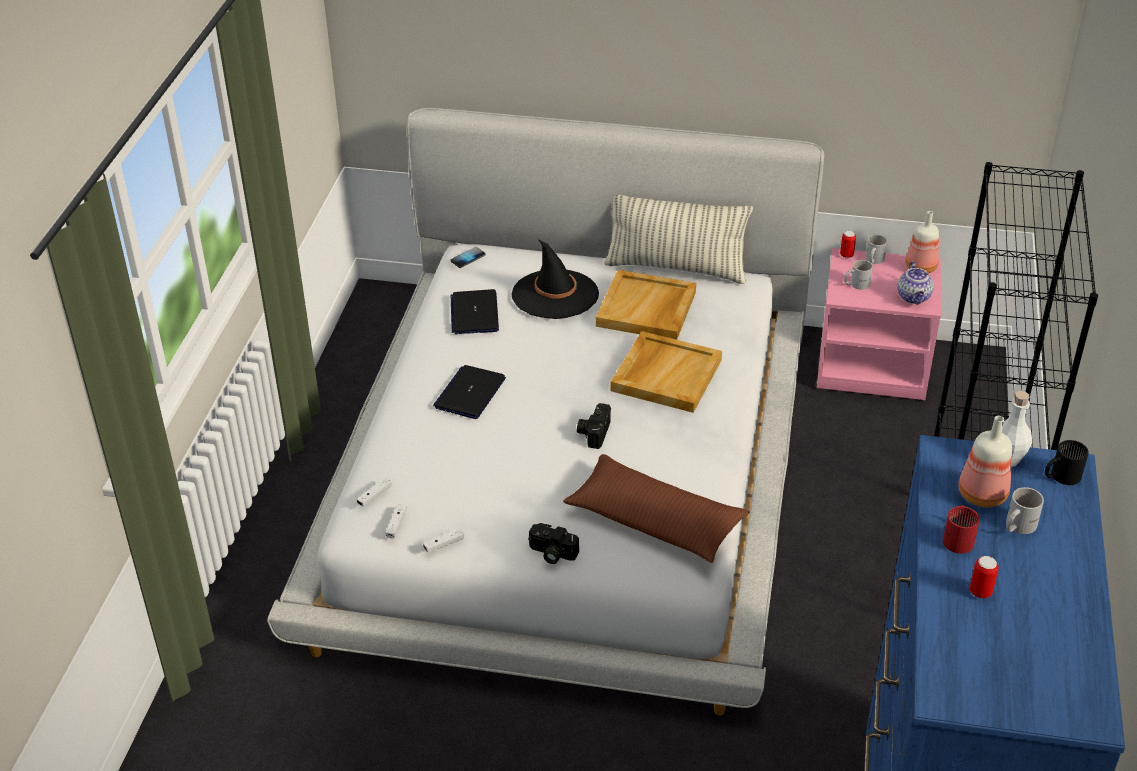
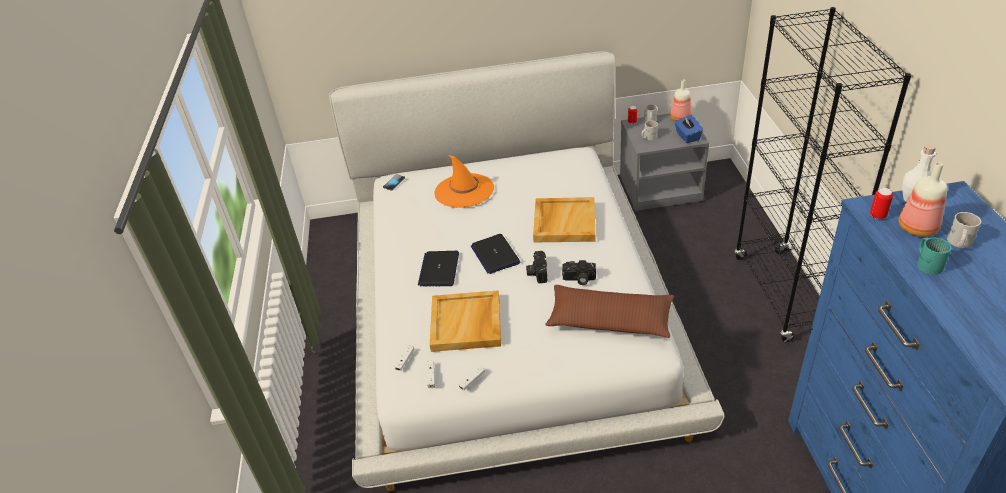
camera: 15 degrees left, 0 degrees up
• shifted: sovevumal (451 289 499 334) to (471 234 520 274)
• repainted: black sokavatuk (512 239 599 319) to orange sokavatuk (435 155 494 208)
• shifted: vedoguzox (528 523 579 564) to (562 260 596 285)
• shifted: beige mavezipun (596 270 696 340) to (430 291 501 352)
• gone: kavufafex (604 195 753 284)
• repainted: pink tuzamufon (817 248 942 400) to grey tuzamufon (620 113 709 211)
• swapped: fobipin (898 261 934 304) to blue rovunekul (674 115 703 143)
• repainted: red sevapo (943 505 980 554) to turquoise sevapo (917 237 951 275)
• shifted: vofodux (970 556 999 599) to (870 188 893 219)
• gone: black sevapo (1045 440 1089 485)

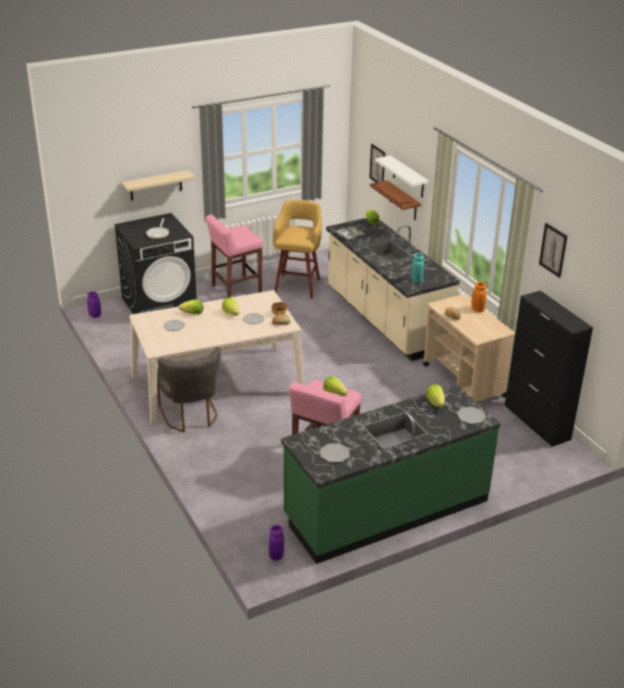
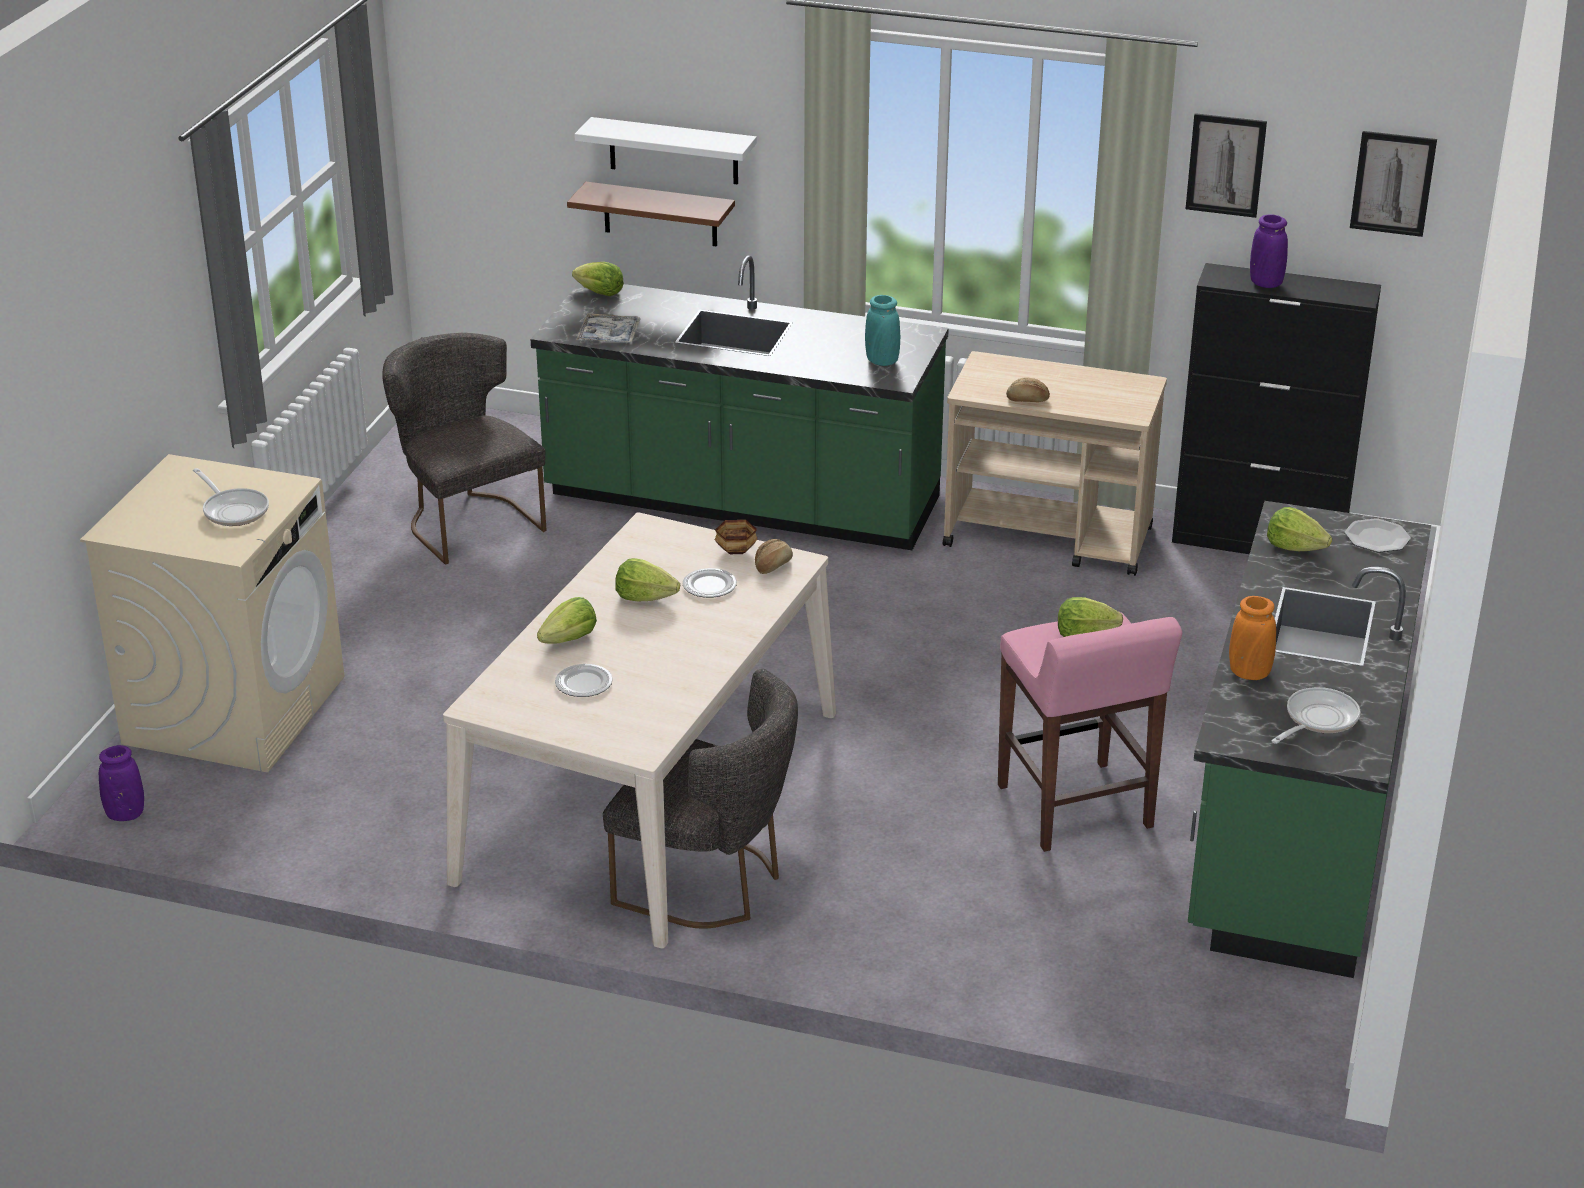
camera: 45 degrees left, 0 degrees up
• repainted: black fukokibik (114 213 197 314) to beige fukokibik (80 454 344 772)
• gone: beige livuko (122 170 195 200)
• gone: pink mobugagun (205 214 263 298)
• shifted: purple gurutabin (269 525 284 560) to (1250 214 1288 288)
• swapped: yellow mobugagun (273 200 322 299) to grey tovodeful (382 333 547 565)
• swapped: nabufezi (320 444 350 462) to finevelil (1271 687 1360 744)
• repainted: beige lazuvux (326 218 460 361) to green lazuvux (531 255 949 550)
• shifted: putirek (369 144 385 182) to (1350 131 1437 237)
• shifted: orange gurutabin (471 282 486 312) to (1229 596 1276 680)

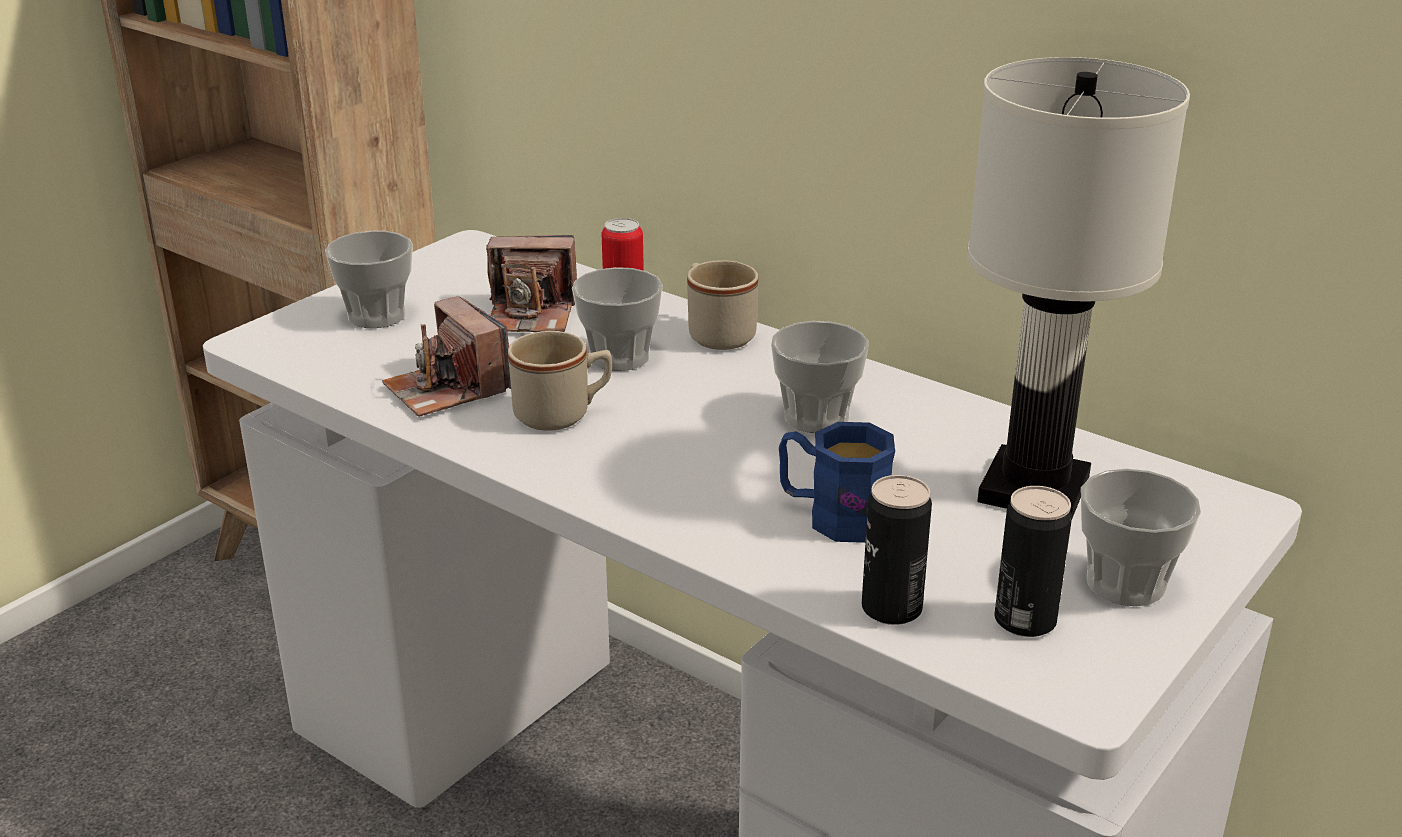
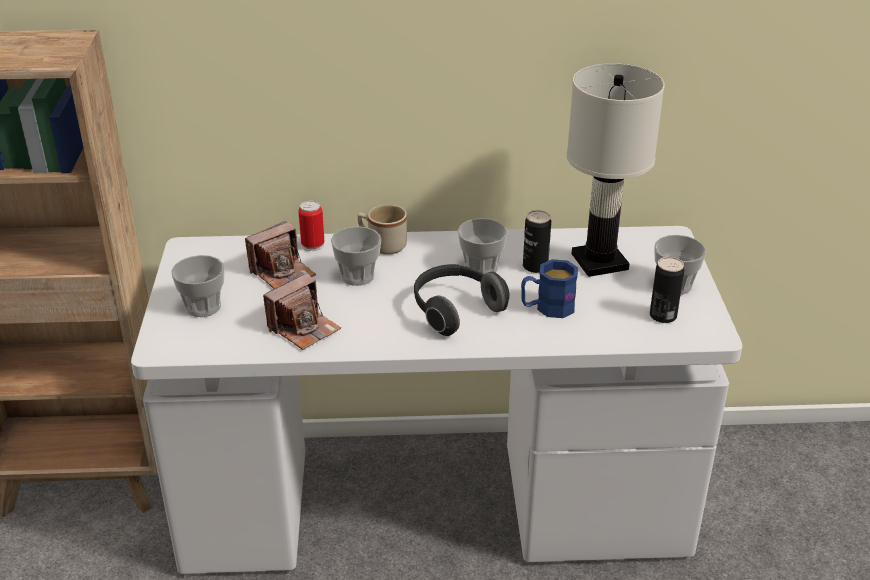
camera: 40 degrees left, 5 degrees up
• rotated: vedoguzox (382 296 511 417) = (263 272 341 350) 60 degrees counterclockwise
• gone: beige sevapo (508 331 612 431)
• shifted: vofodux (862 475 932 625) to (523 210 551 273)
• new: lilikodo (414 264 510 336)

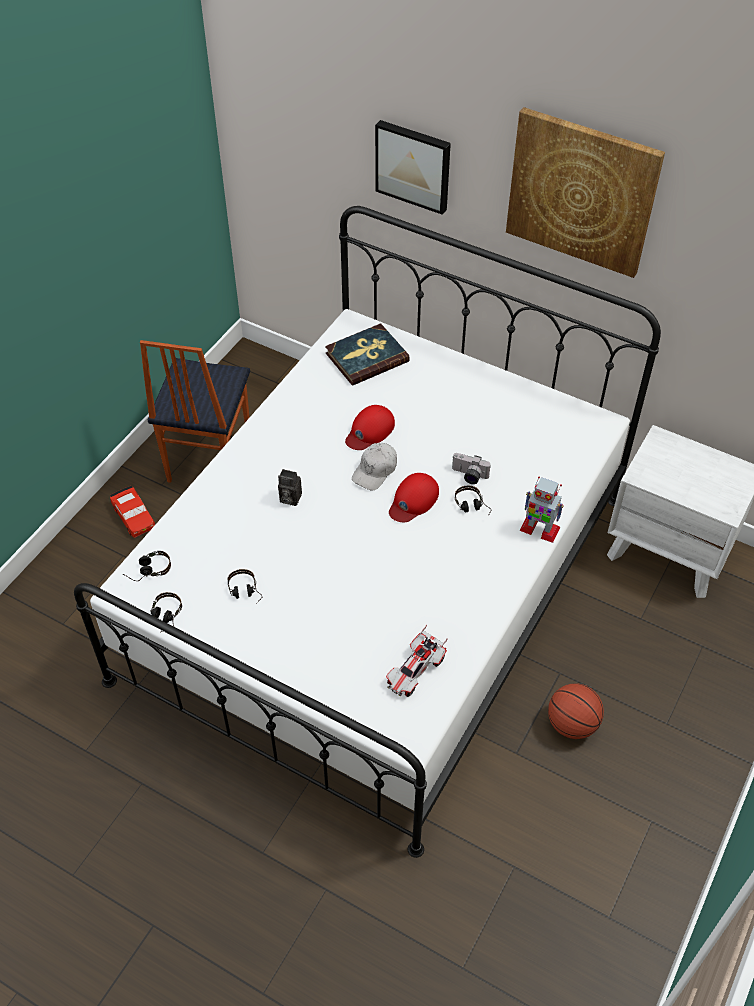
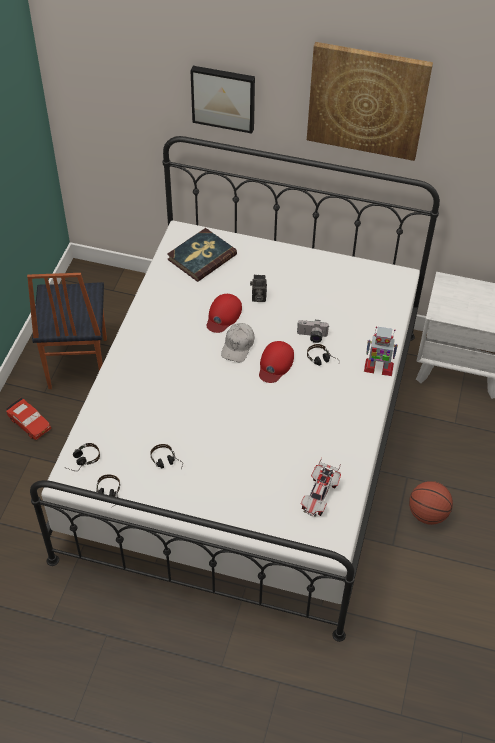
camera: 15 degrees left, 0 degrees up
• shifted: vedoguzox (278 469 302 506) to (250 275 267 302)

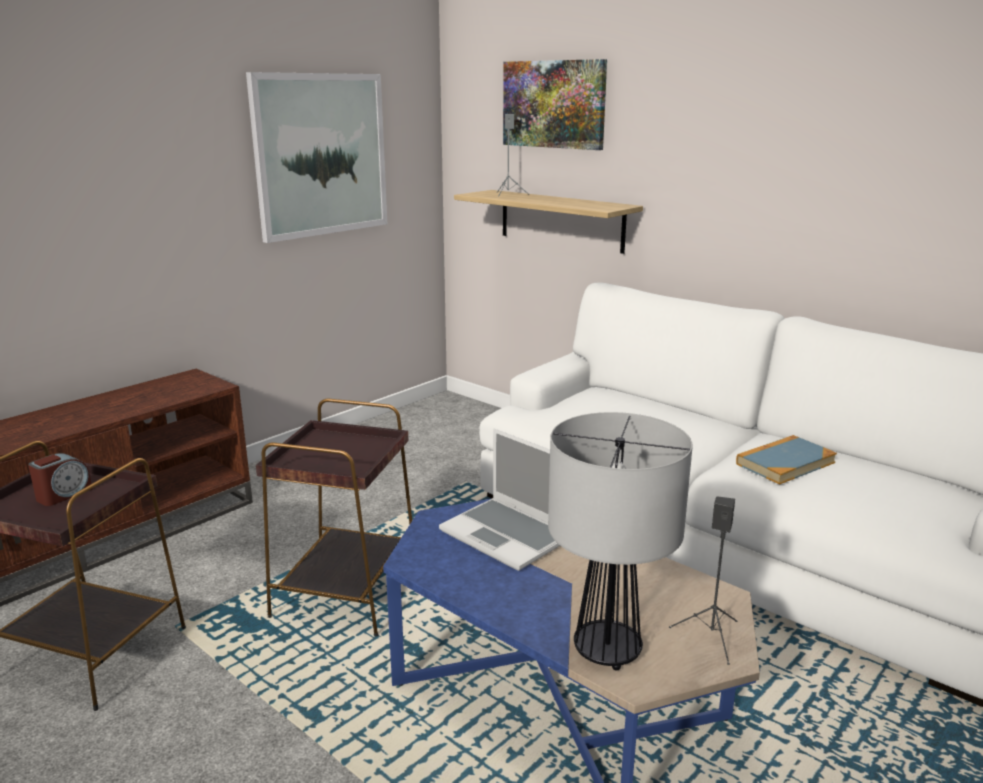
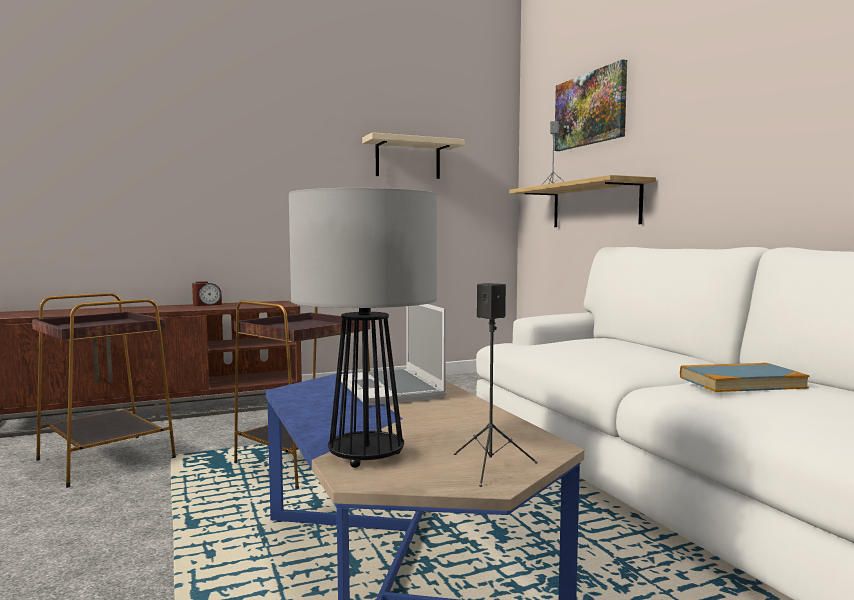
camera: 25 degrees right, 15 degrees down
• shifted: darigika (28 453 92 506) to (192 281 222 306)
• swapped: putirek (246 72 387 243) to beige livuko (362 132 465 179)

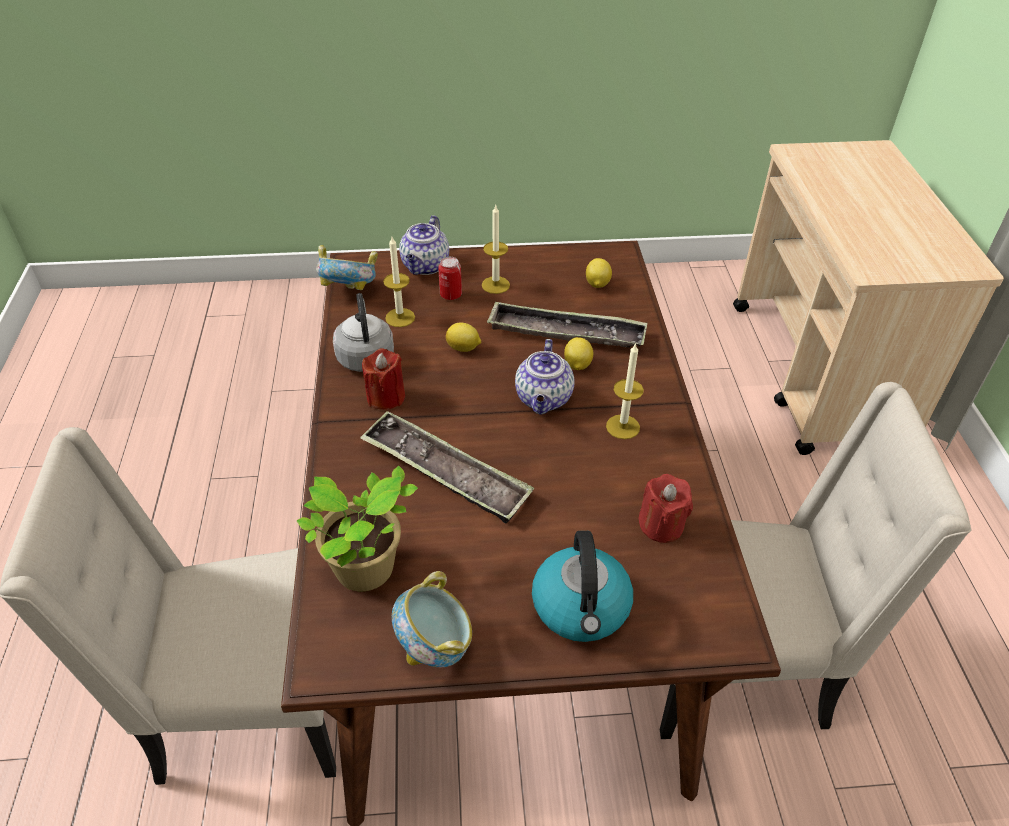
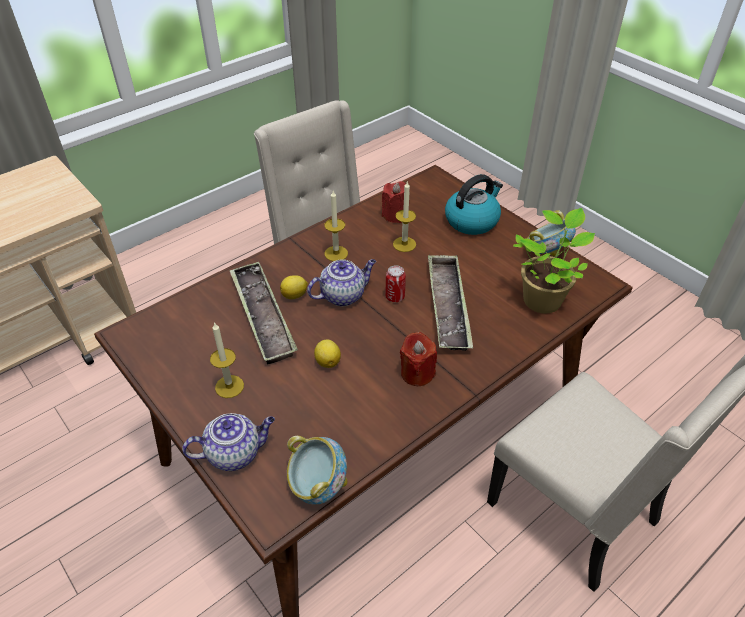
camera: 125 degrees left, 0 degrees up
• gone: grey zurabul (333 293 394 372)
• shifted: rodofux (383 237 415 327) to (393 182 416 252)
• shifted: vofodux (439 257 462 300) to (385 265 406 302)
• gone: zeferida (586 258 612 288)

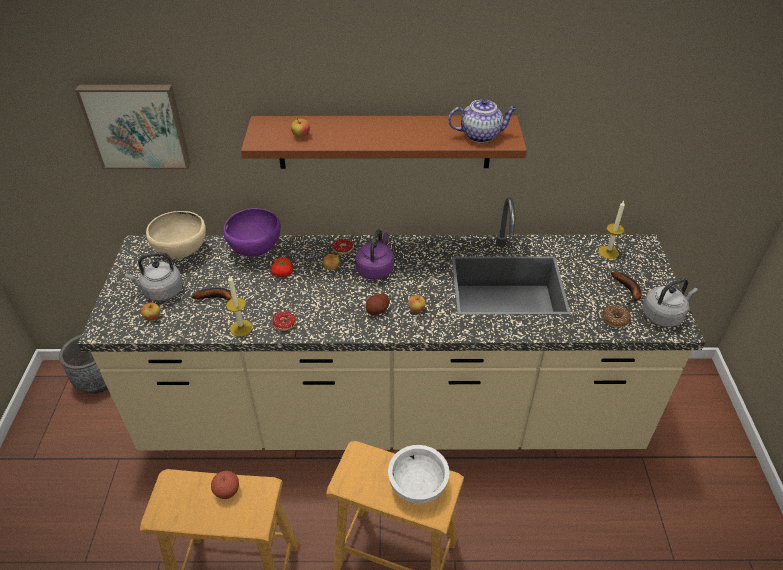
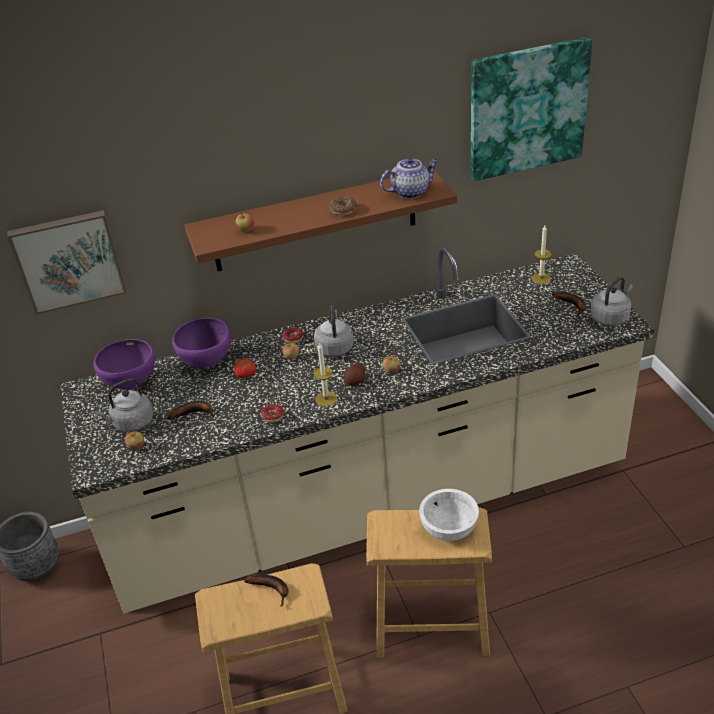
camera: 15 degrees left, 5 degrees down
• repainted: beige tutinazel (146 211 206 259) to purple tutinazel (94 339 155 390)
• swapped: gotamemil (211 471 239 499) to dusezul (244 574 289 607)
• shifted: rodofux (226 275 253 337) to (314 342 337 406)
• repainted: purple zurabul (355 229 394 280) to grey zurabul (314 305 354 357)
• shifted: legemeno (602 305 631 327) to (329 196 357 216)
• new: putirek (471 37 593 181)

